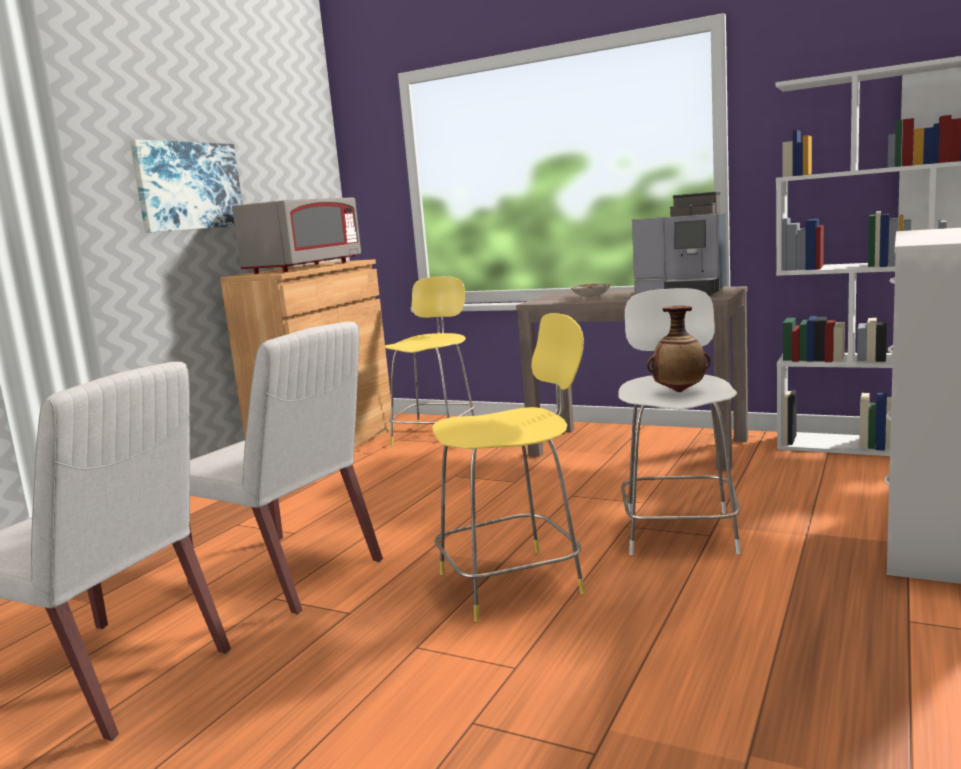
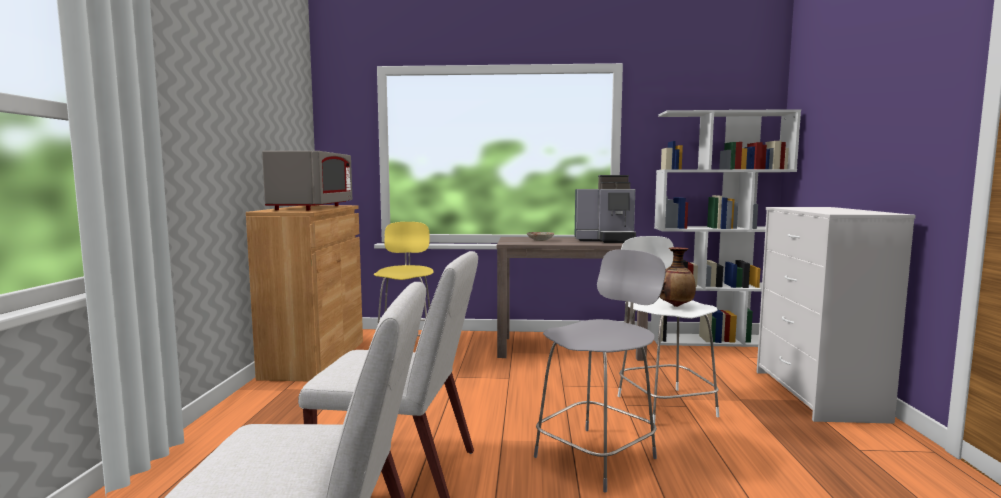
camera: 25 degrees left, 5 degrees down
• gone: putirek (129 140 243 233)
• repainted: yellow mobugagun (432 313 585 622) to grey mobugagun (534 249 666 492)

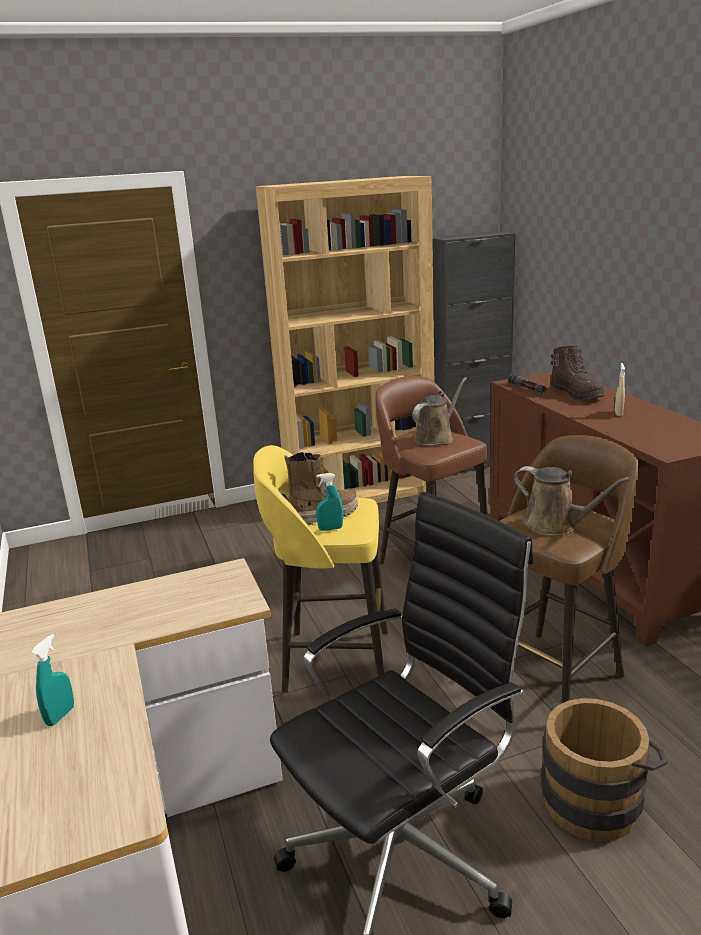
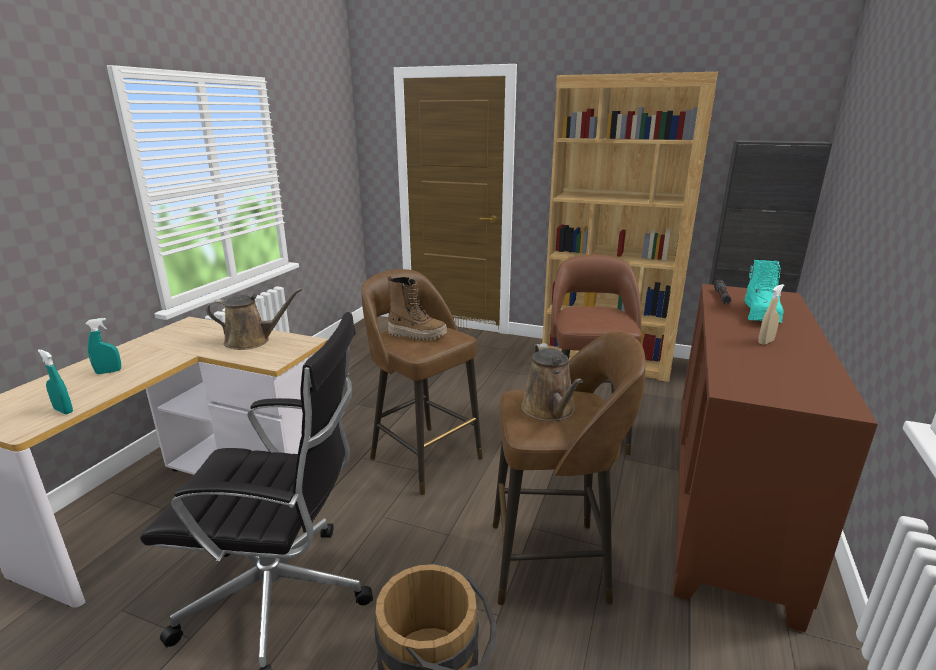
camera: 40 degrees right, 0 degrees up
• repainted: yellow mobugagun (253 445 388 693) to brown mobugagun (361 269 483 495)
• shifted: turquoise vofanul (316 473 343 531) to (38 349 73 414)
• shifted: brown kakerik (412 377 467 446) to (206 288 302 350)
• repainted: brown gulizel (550 345 604 401) to turquoise gulizel (744 260 783 323)

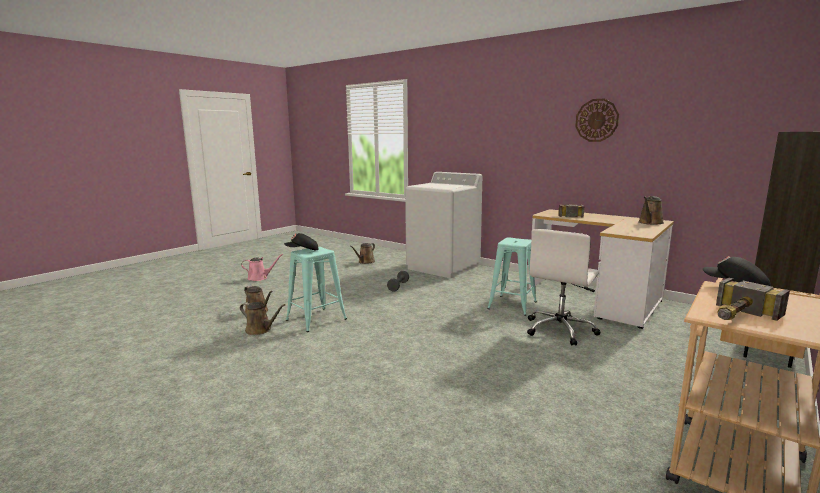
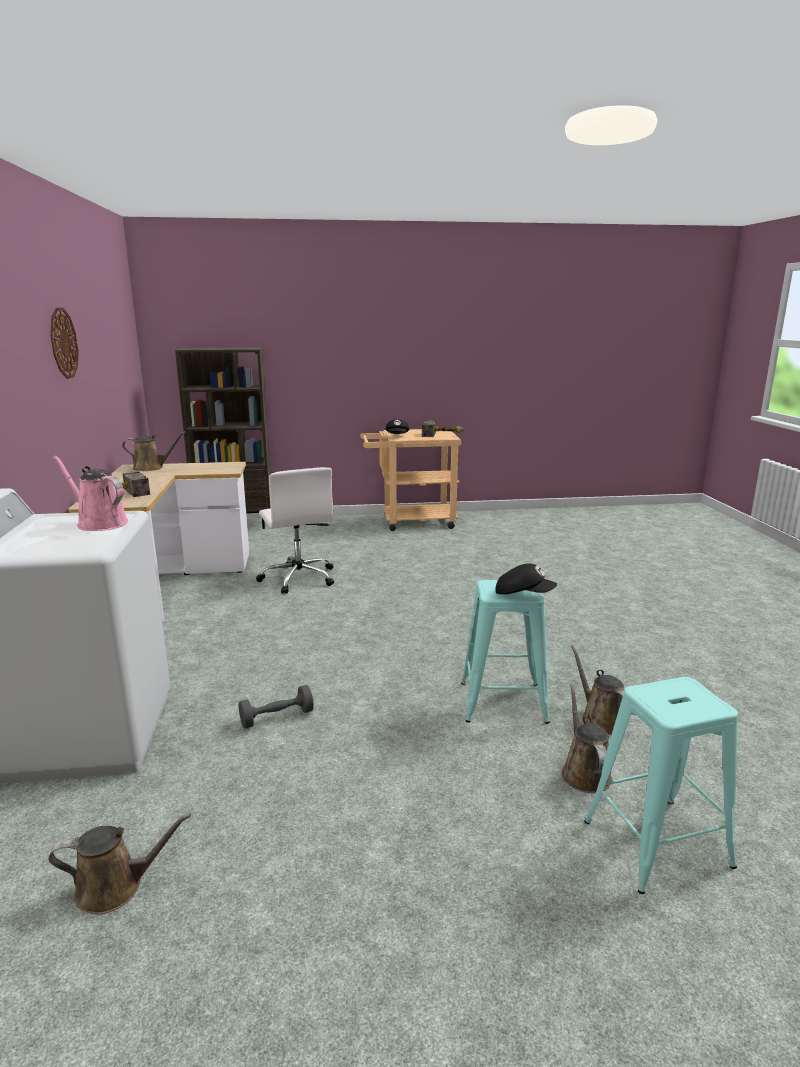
camera: 135 degrees left, 5 degrees up
• shifted: pink kakerik (241 254 283 281) to (53 456 128 531)
• shifted: turquoise mobugagun (487 237 537 316) to (584 677 738 894)
• rotated: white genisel (527 229 601 346) = (256 467 334 594) 75 degrees clockwise

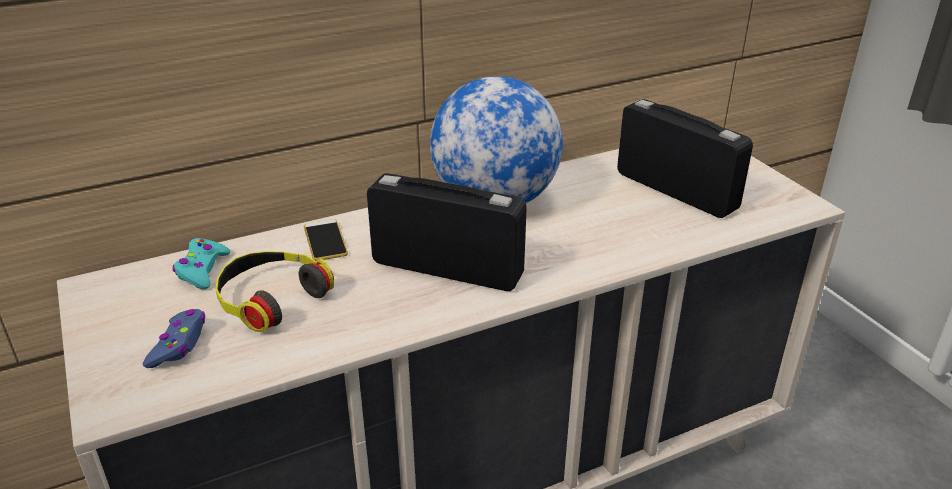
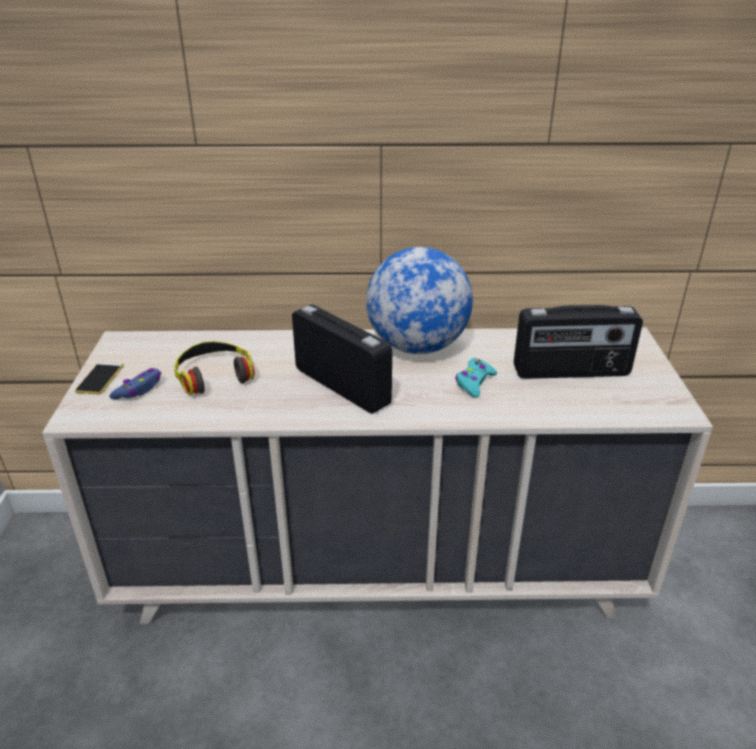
camera: 25 degrees right, 0 degrees up
• shifted: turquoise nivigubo (173 238 230 289) to (455 358 497 398)
• shifted: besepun (304 219 348 261) to (75 362 124 395)
• rotated: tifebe (617 99 753 218) = (514 305 643 379) 105 degrees clockwise

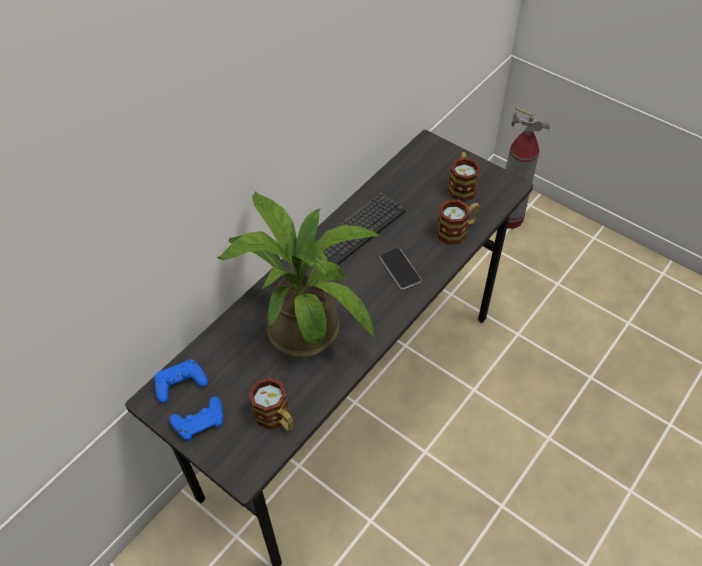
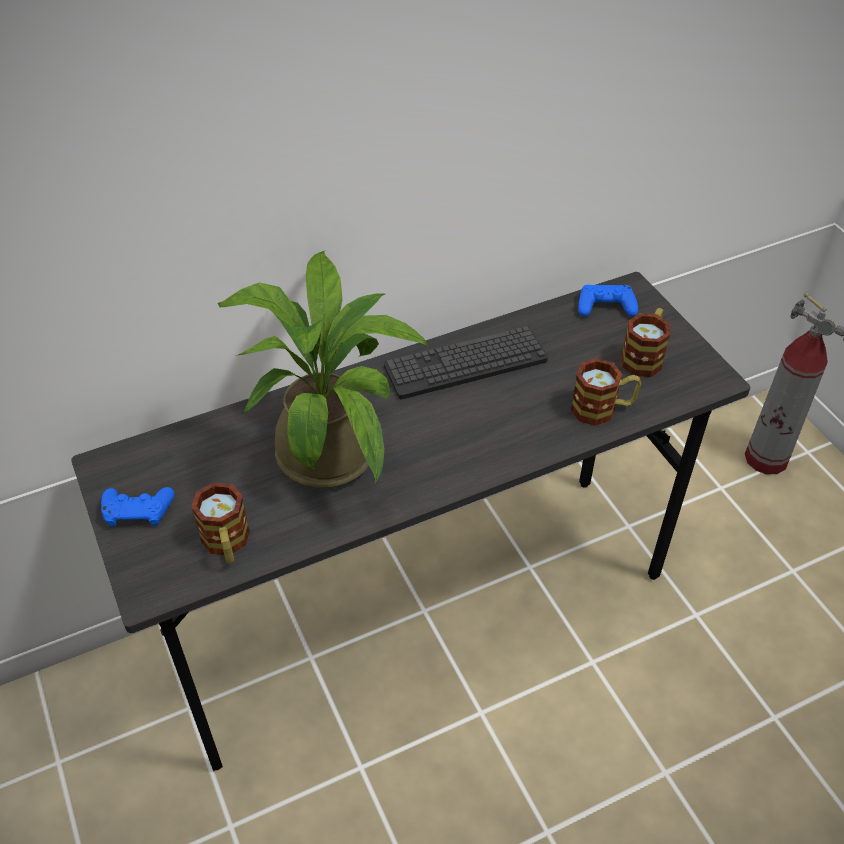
camera: 25 degrees right, 5 degrees down
• shifted: blue nivigubo (154 359 208 403) to (578 285 638 317)
• gone: besepun (379 248 422 290)

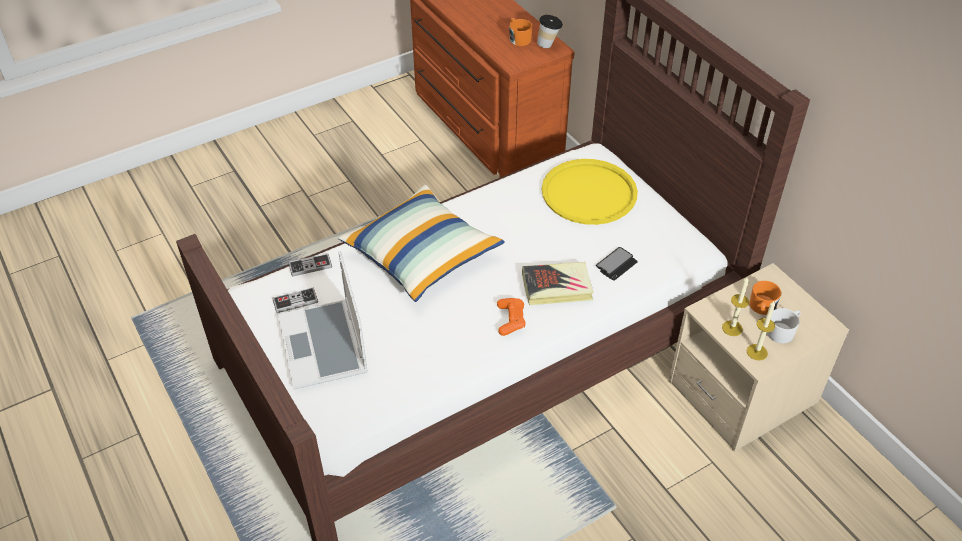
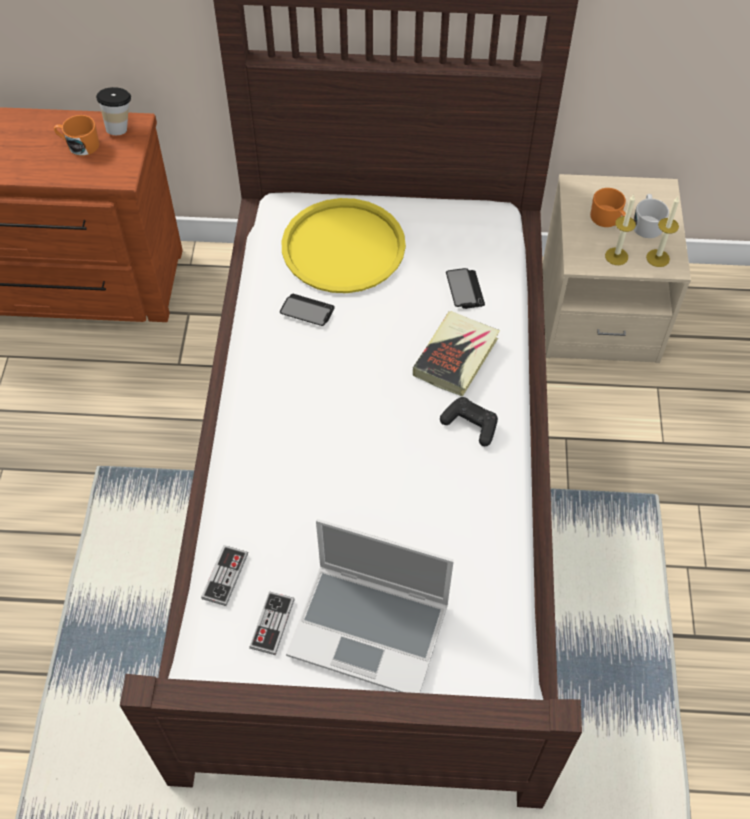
camera: 55 degrees left, 10 degrees up
• gone: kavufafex (338 185 505 302)
• repainted: orange nivigubo (497 298 526 336) to black nivigubo (440 397 498 446)
• new: besepun (280 294 335 326)

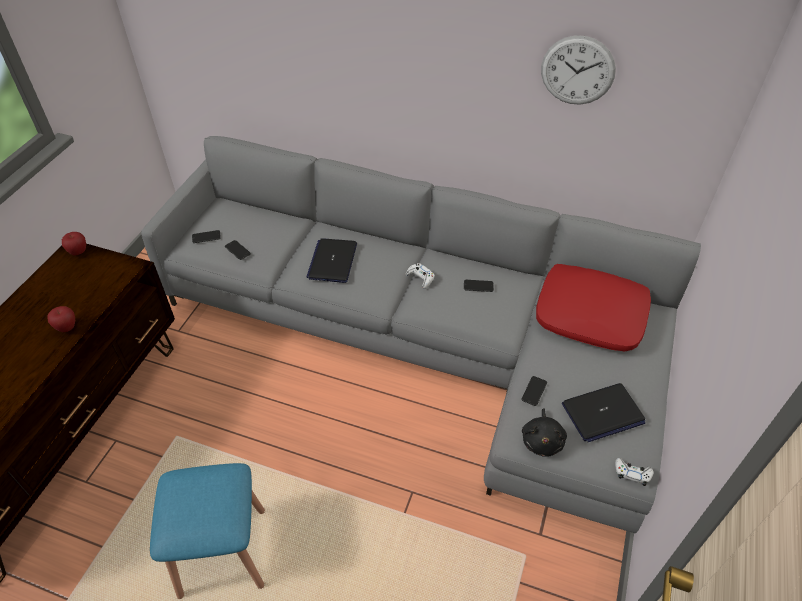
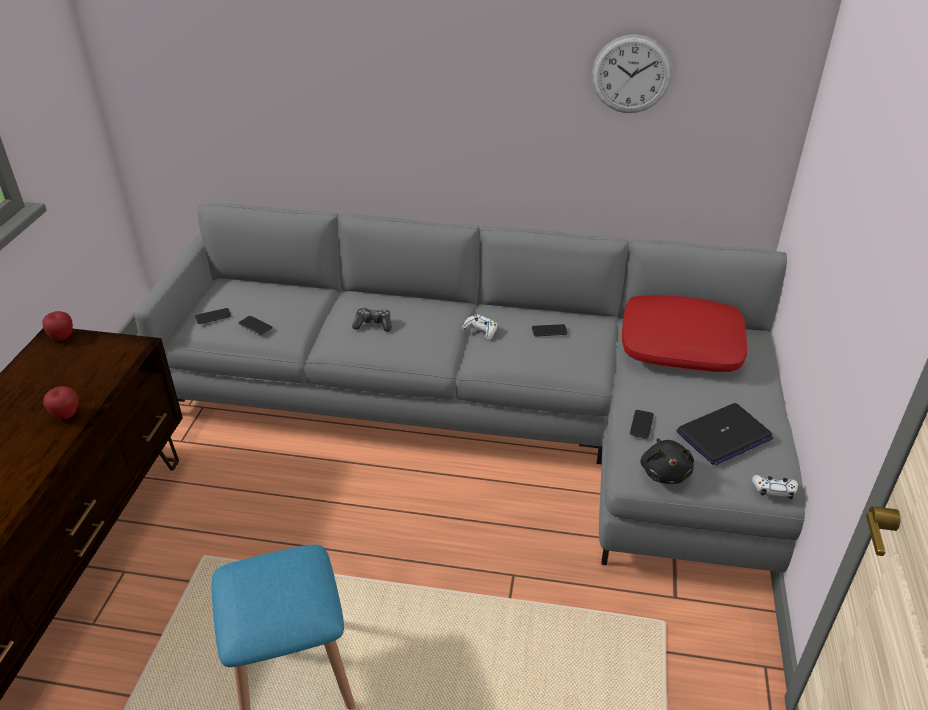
camera: 10 degrees left, 10 degrees down
• swapped: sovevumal (306 238 357 283) to nivigubo (352 308 392 332)

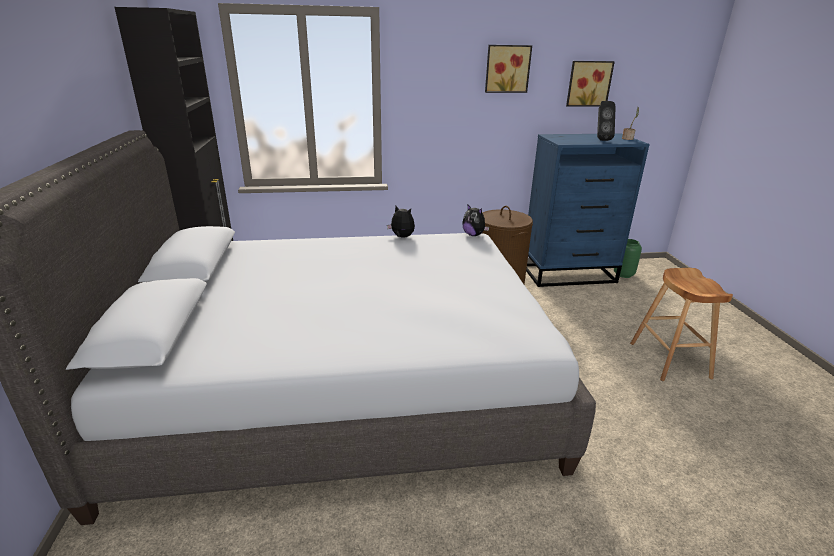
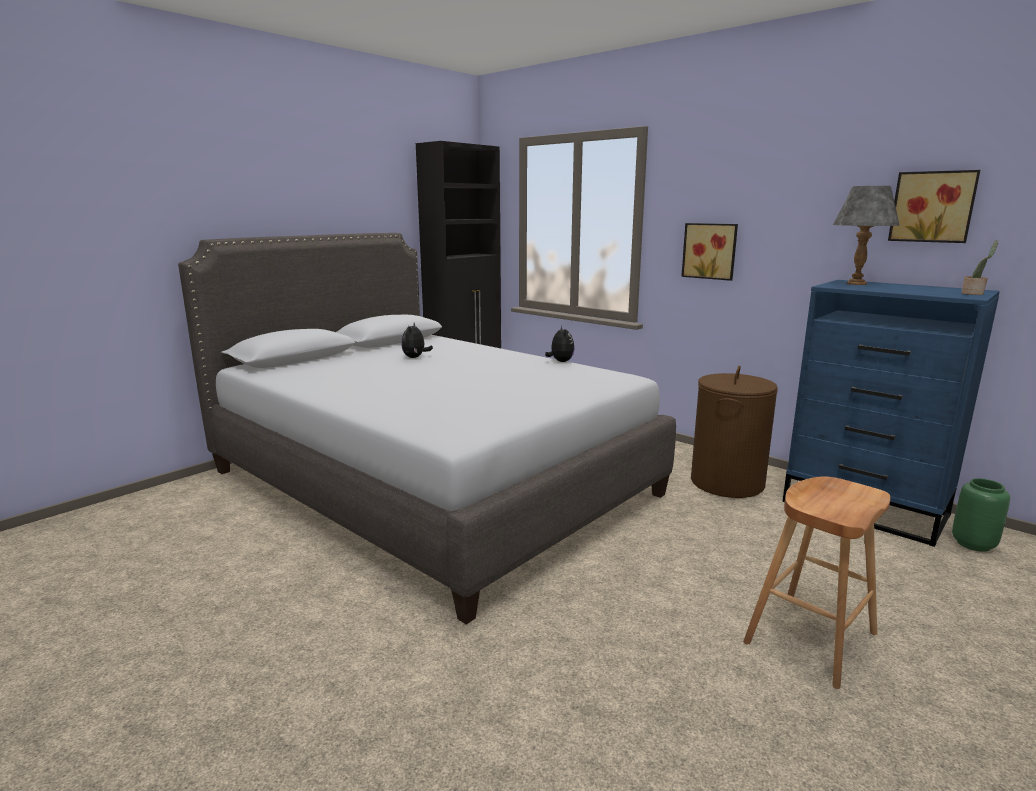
camera: 50 degrees right, 10 degrees down
• shifted: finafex (462 205 489 236) to (401 323 433 358)
• shifted: putirek (485 45 532 93) to (681 223 738 281)
• gone: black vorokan (597 101 616 141)
• new: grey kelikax (833 186 900 285)

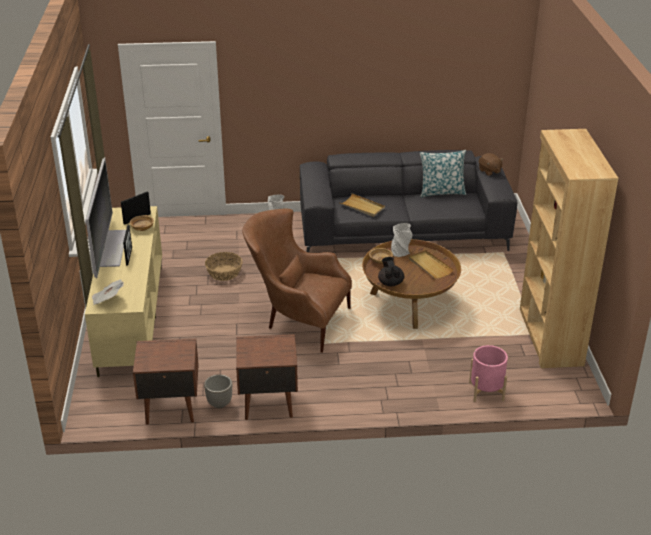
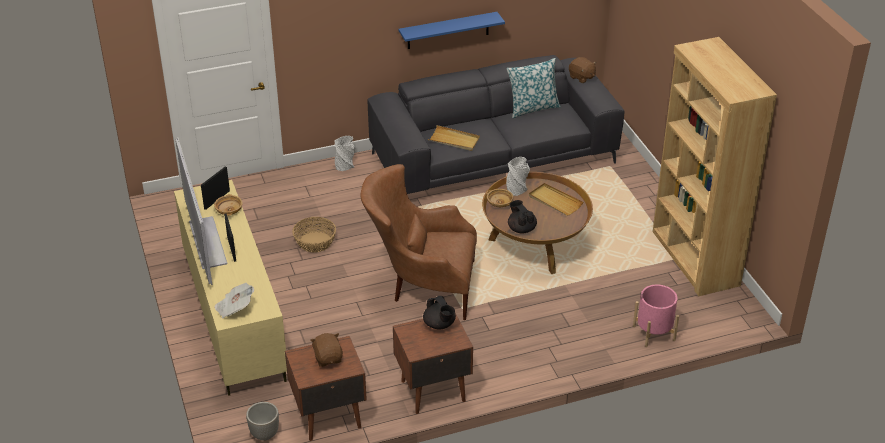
camera: 15 degrees left, 5 degrees up
• shifted: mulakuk (204 374 232 408) to (246 402 279 441)
• new: brown finafex (310 333 343 367)
• new: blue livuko (398 12 505 49)
• new: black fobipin (423 296 456 330)

